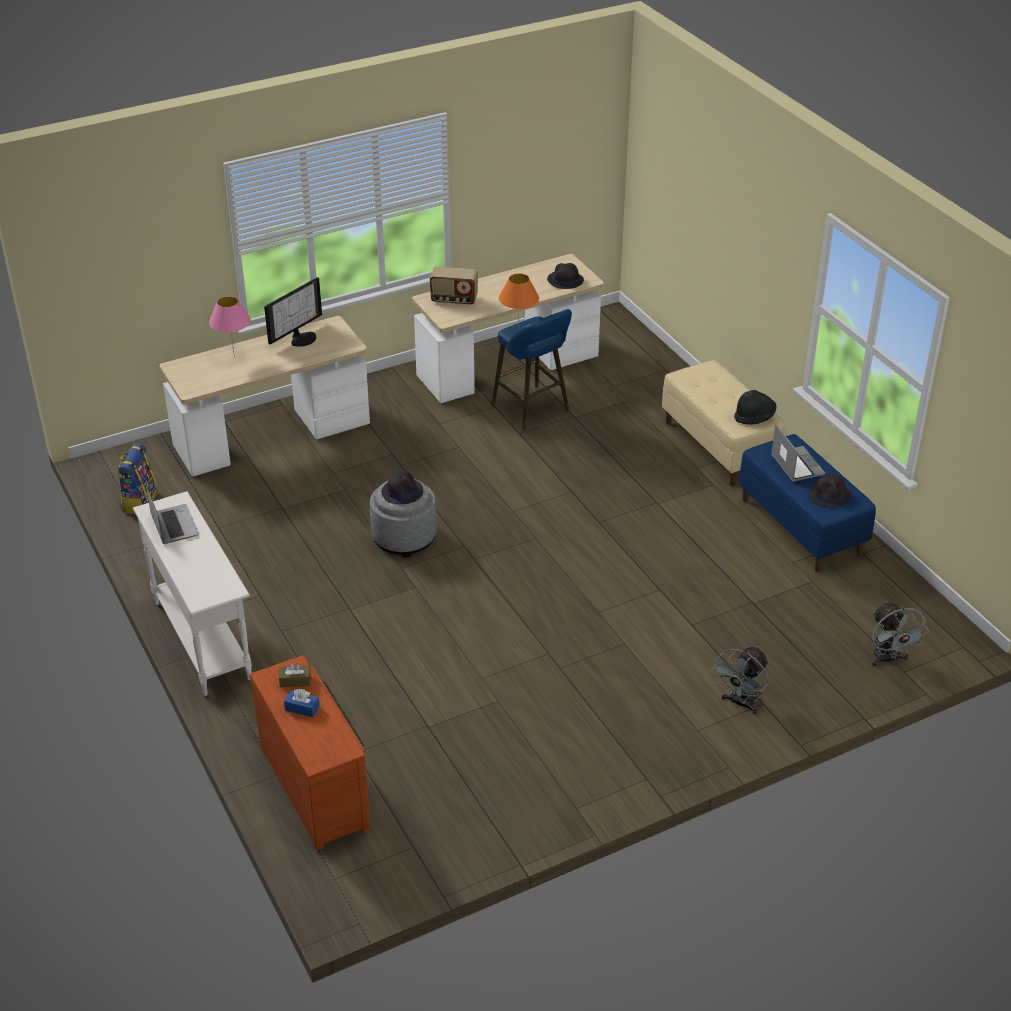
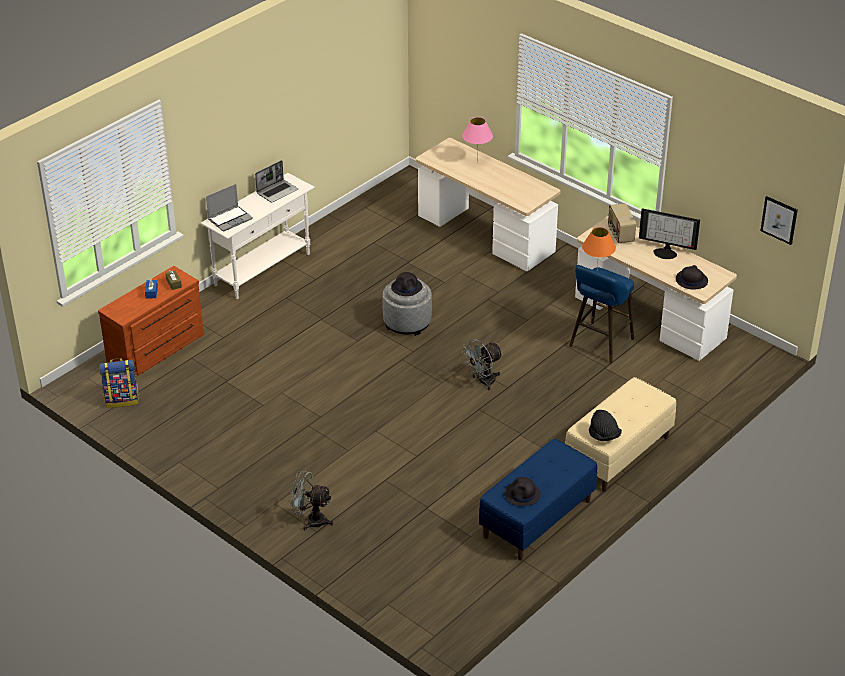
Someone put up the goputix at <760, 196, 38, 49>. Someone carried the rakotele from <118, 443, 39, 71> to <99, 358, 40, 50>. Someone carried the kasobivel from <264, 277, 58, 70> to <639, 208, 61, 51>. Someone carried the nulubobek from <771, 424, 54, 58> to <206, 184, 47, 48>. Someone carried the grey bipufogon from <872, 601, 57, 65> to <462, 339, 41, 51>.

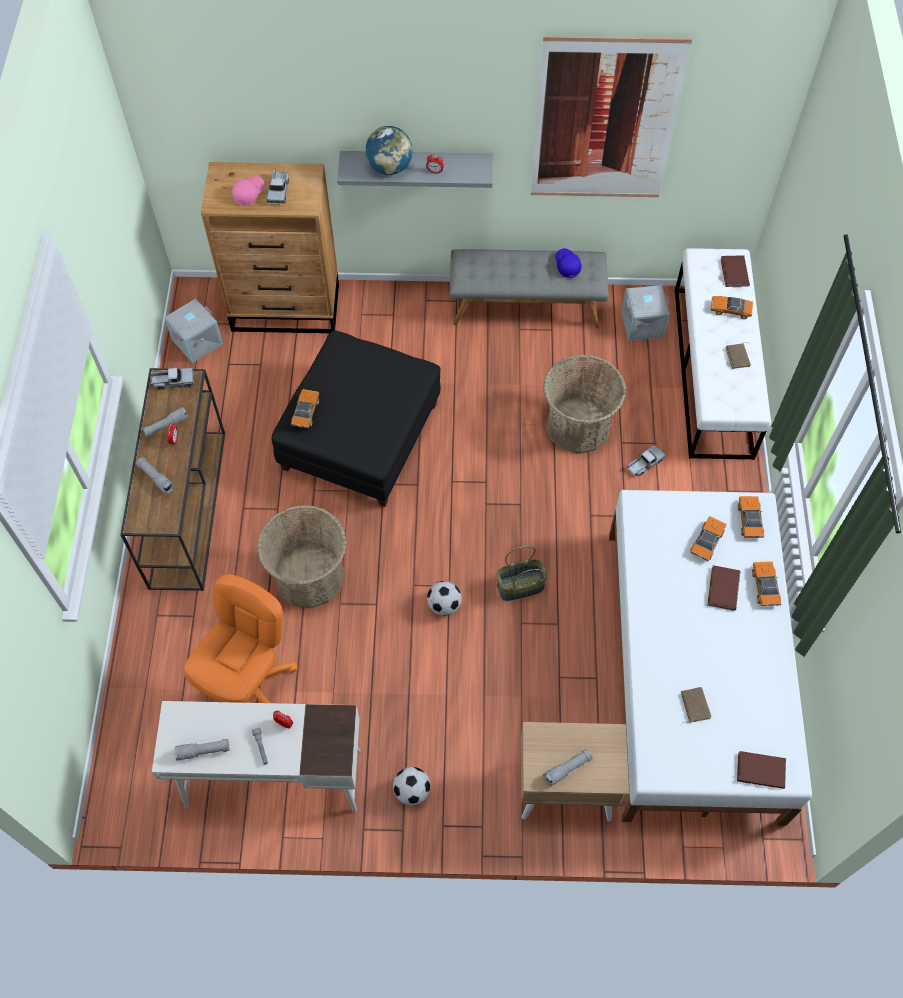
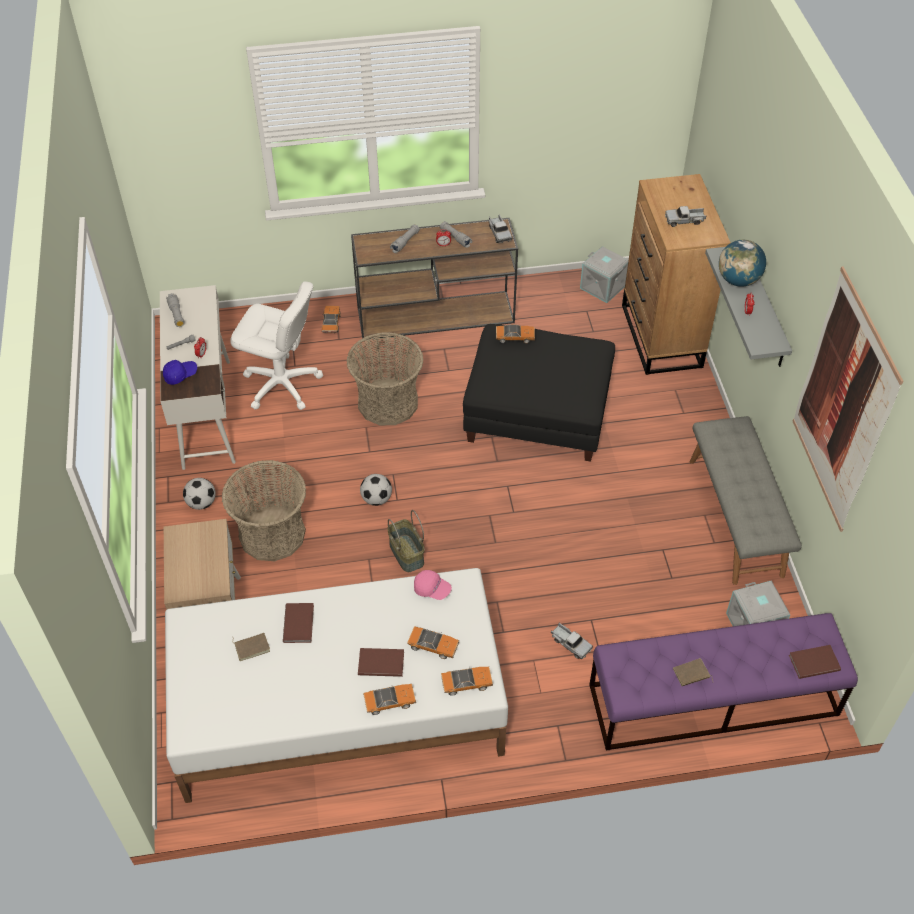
Someone took away the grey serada at <543, 749, 50, 37>. Someone carried the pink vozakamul from <232, 176, 33, 30> to <414, 570, 38, 30>. Someone carried the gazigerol from <543, 355, 83, 99> to <222, 460, 84, 101>. Someone carried the blue vozakamul from <555, 248, 26, 30> to <163, 360, 34, 25>. Someone carried the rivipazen from <711, 296, 42, 23> to <322, 306, 19, 27>. Someone carried the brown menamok from <737, 751, 49, 38> to <283, 603, 31, 40>. Someone repainted the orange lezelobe at <184, 574, 114, 129>, which became the white lezelobe at <230, 281, 93, 129>. Someone repainted the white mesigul at <675, 248, 96, 212>, which became the purple mesigul at <589, 613, 269, 138>.

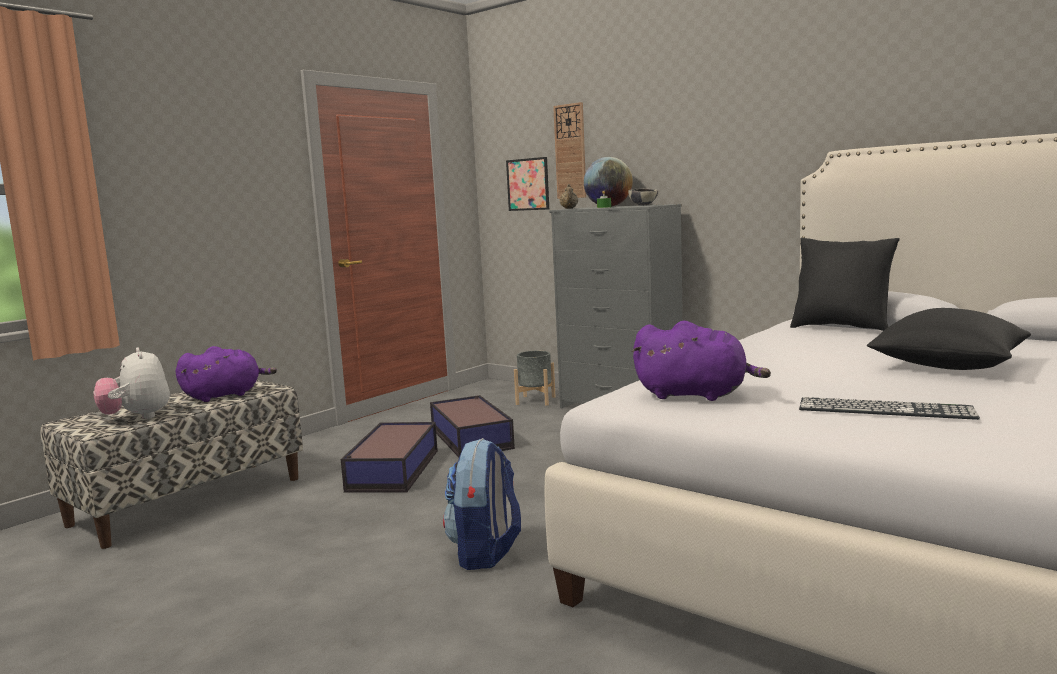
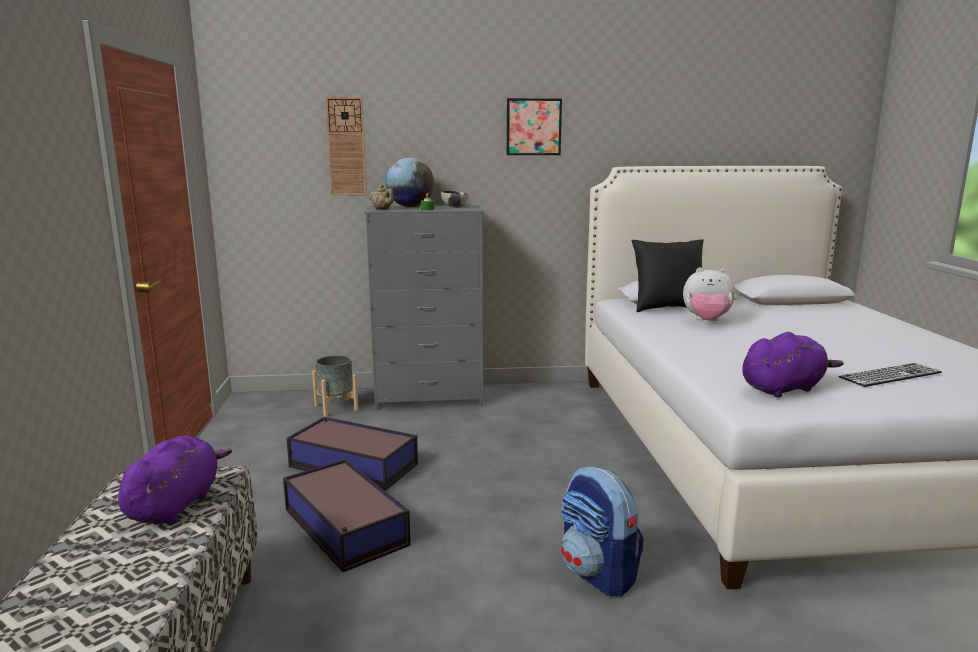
Someone took away the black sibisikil at <867, 308, 164, 62>. Someone carried the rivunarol from <93, 348, 77, 71> to <683, 267, 52, 54>. Someone carried the goputix from <506, 157, 43, 54> to <507, 98, 55, 57>.

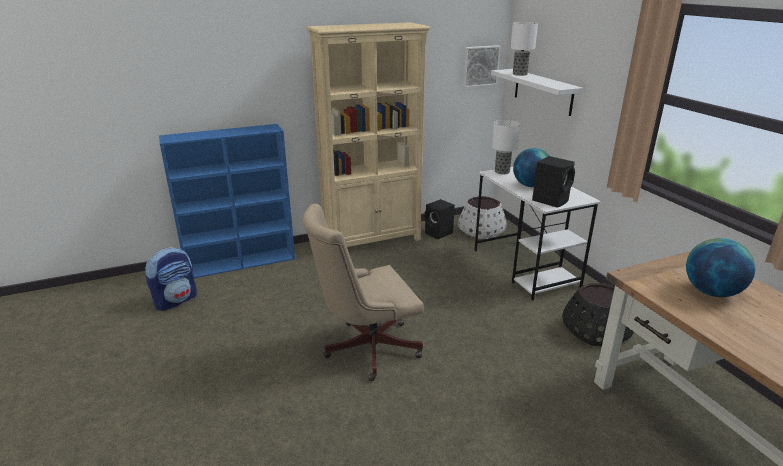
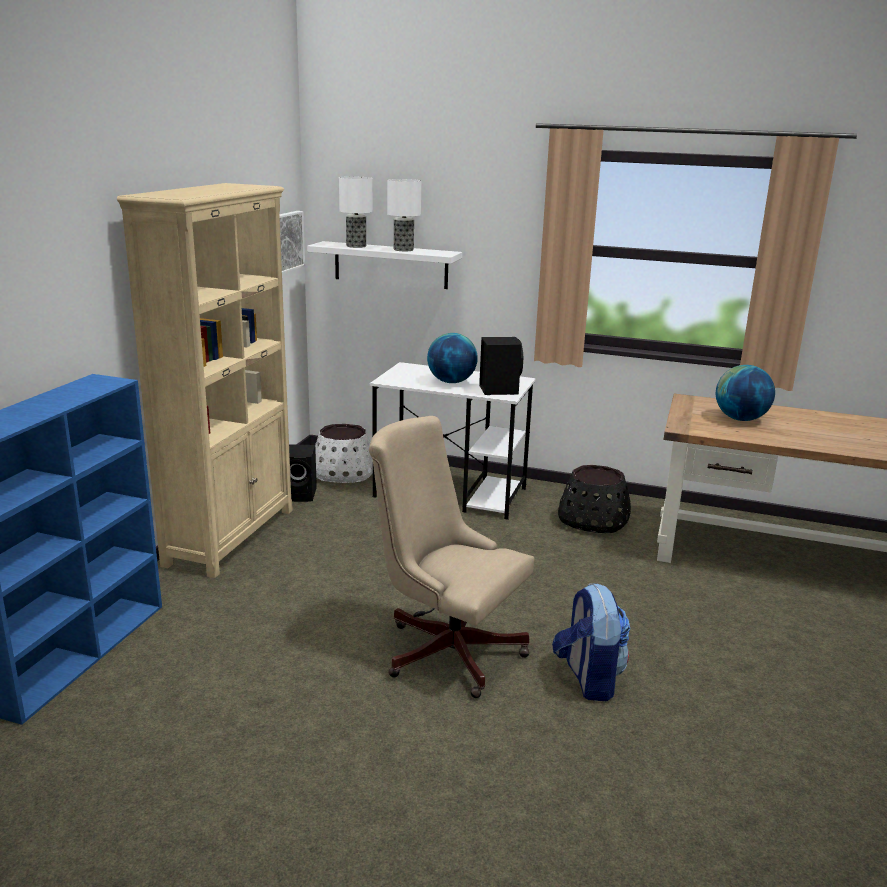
Someone carried the rakotele from <145, 247, 52, 64> to <552, 583, 78, 118>. Someone carried the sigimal from <492, 120, 28, 54> to <387, 179, 34, 72>. Someone rotated the beige lezelobe at <303, 204, 121, 177> by 105 degrees clockwise.

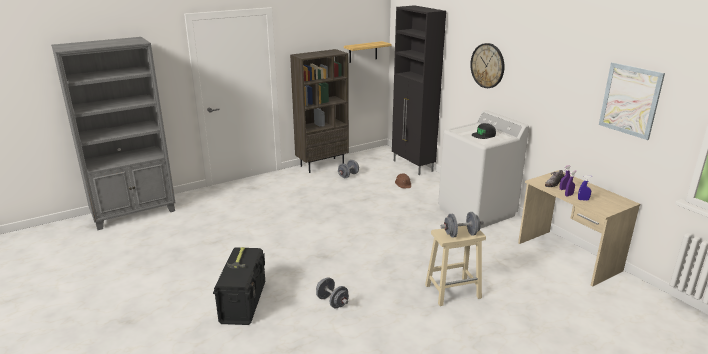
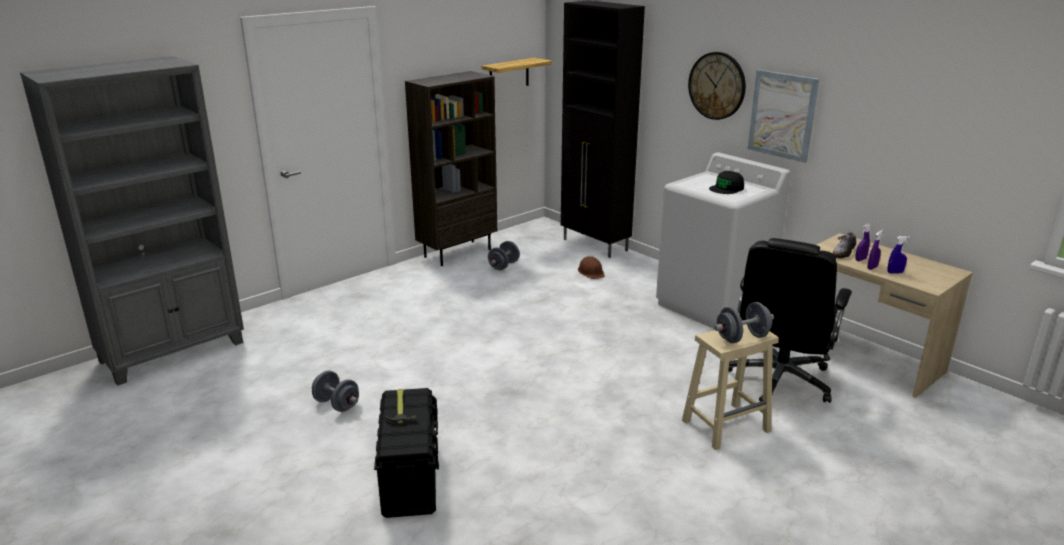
Someone put down the black lezelobe at <728, 238, 124, 165>. Someone carried the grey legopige from <316, 277, 33, 31> to <312, 370, 47, 42>. Someone carried the goputix from <599, 62, 66, 78> to <748, 70, 71, 93>.

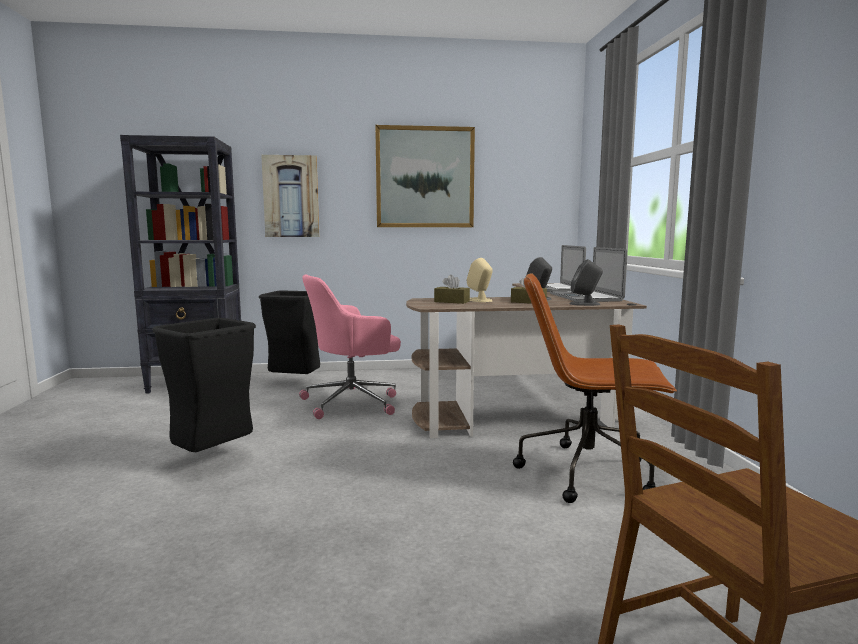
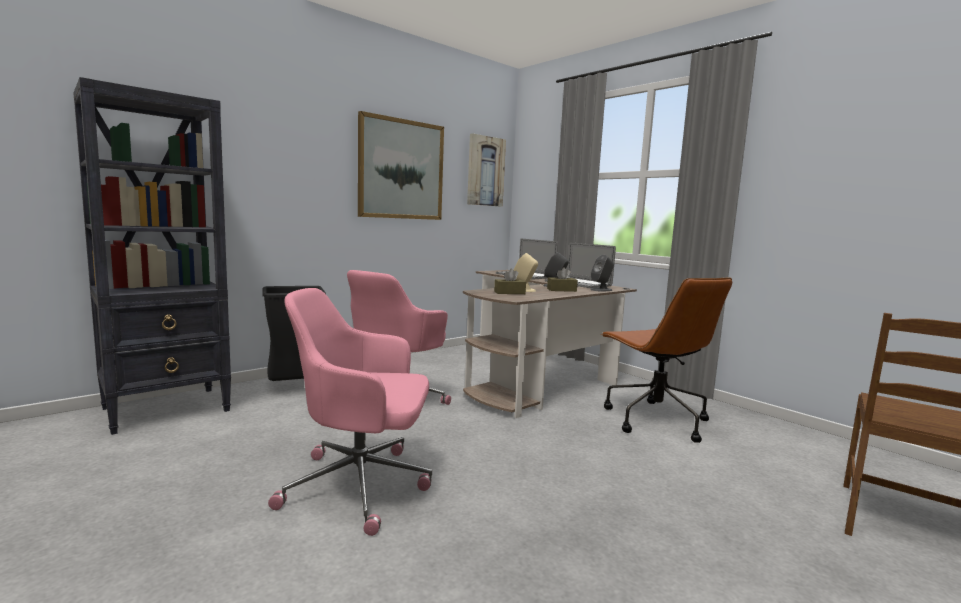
Someone carried the goputix from <261, 155, 58, 82> to <467, 133, 39, 74>. Someone swapped the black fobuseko at <152, 318, 104, 134> for the pink lezelobe at <268, 288, 164, 248>. Someone rotated the brown lezelobe at <513, 273, 164, 230> by 90 degrees counterclockwise.

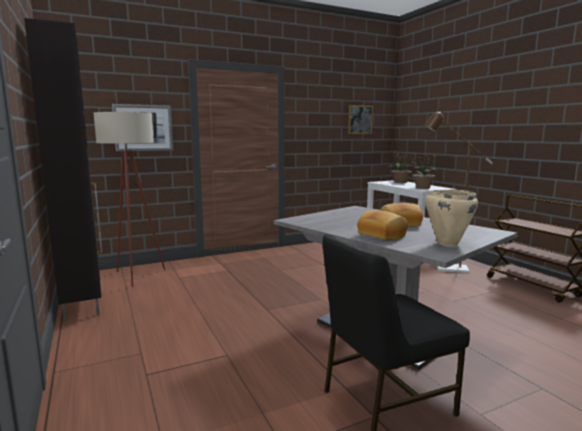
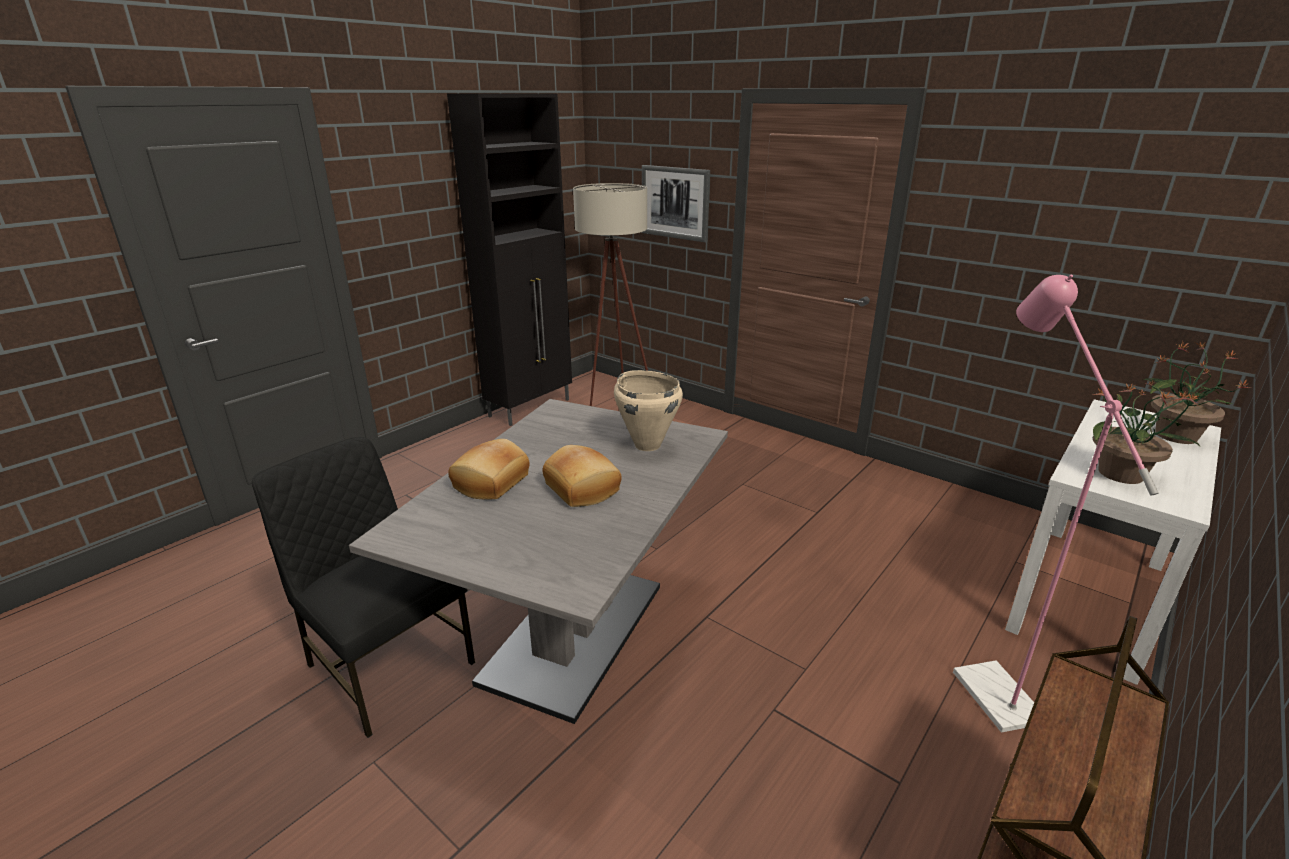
Someone took away the goputix at <348, 105, 25, 29>. Someone carried the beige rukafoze from <425, 190, 53, 56> to <614, 370, 69, 81>. Someone repainted the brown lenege at <425, 111, 68, 162>, which became the pink lenege at <953, 275, 206, 458>.

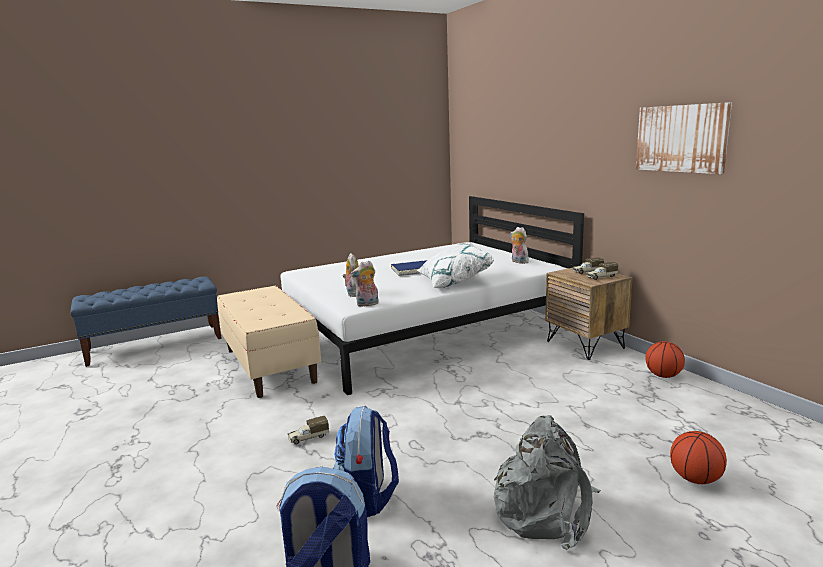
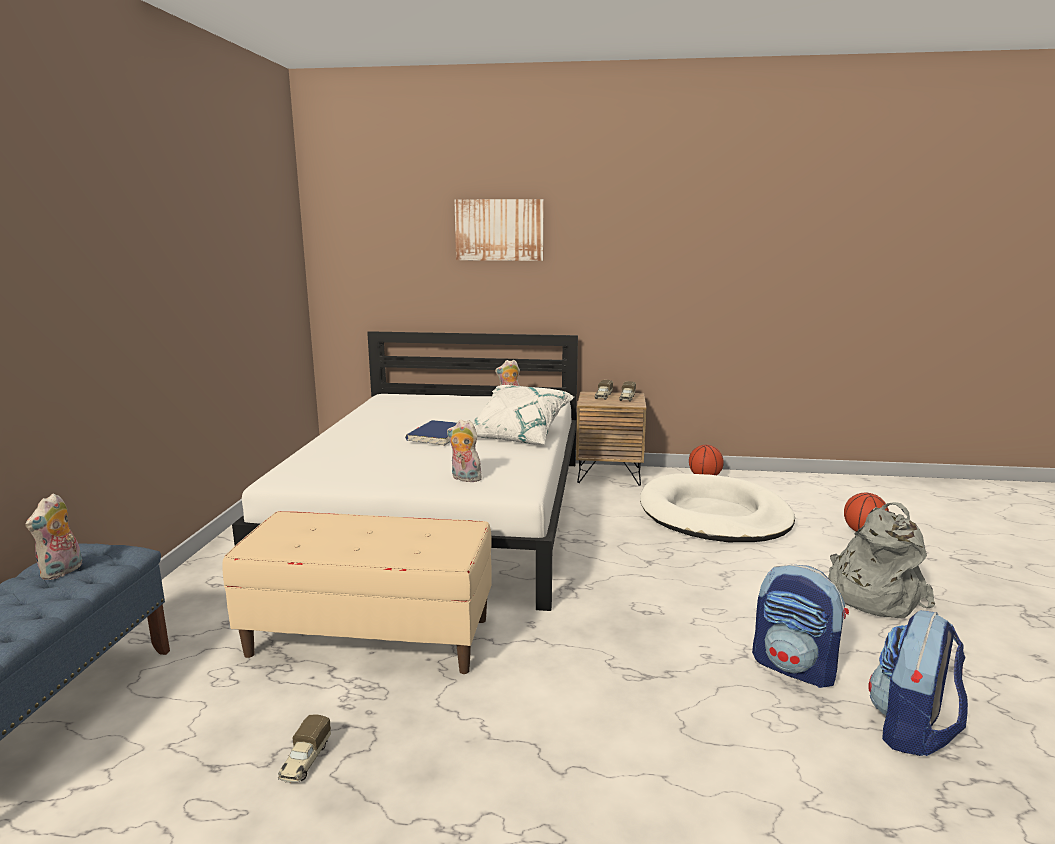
Someone put down the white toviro at <640, 473, 155, 69>. Someone carried the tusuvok from <288, 416, 41, 28> to <278, 715, 53, 68>. Someone carried the rivunarol from <351, 260, 28, 47> to <25, 494, 57, 86>. Someone carried the goputix from <636, 102, 96, 72> to <454, 199, 90, 62>.

